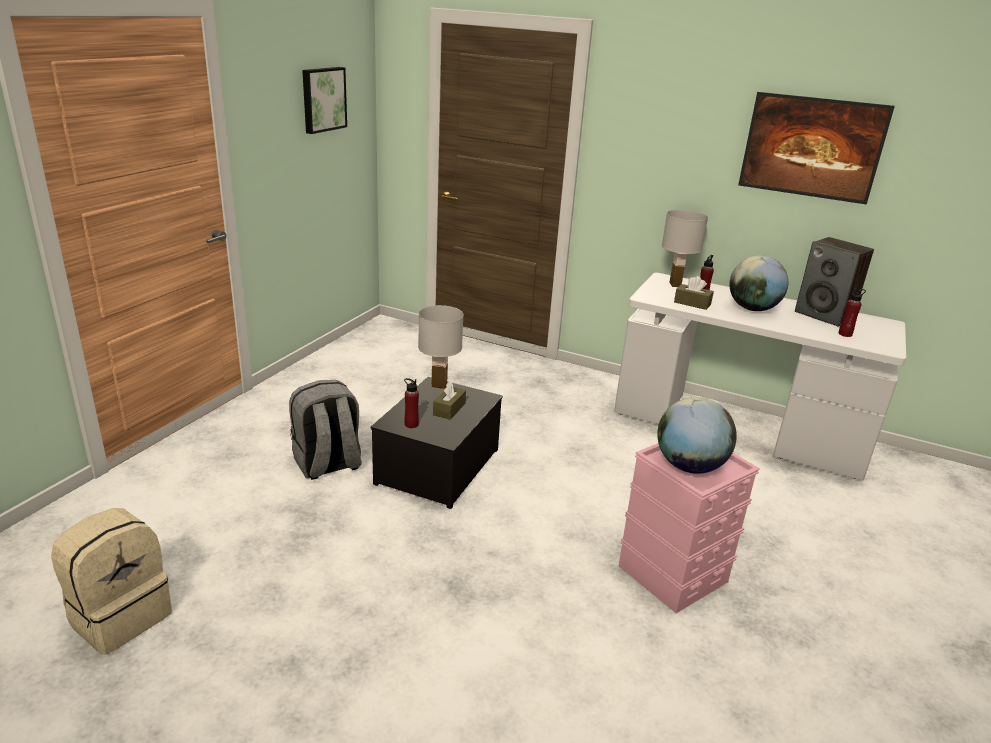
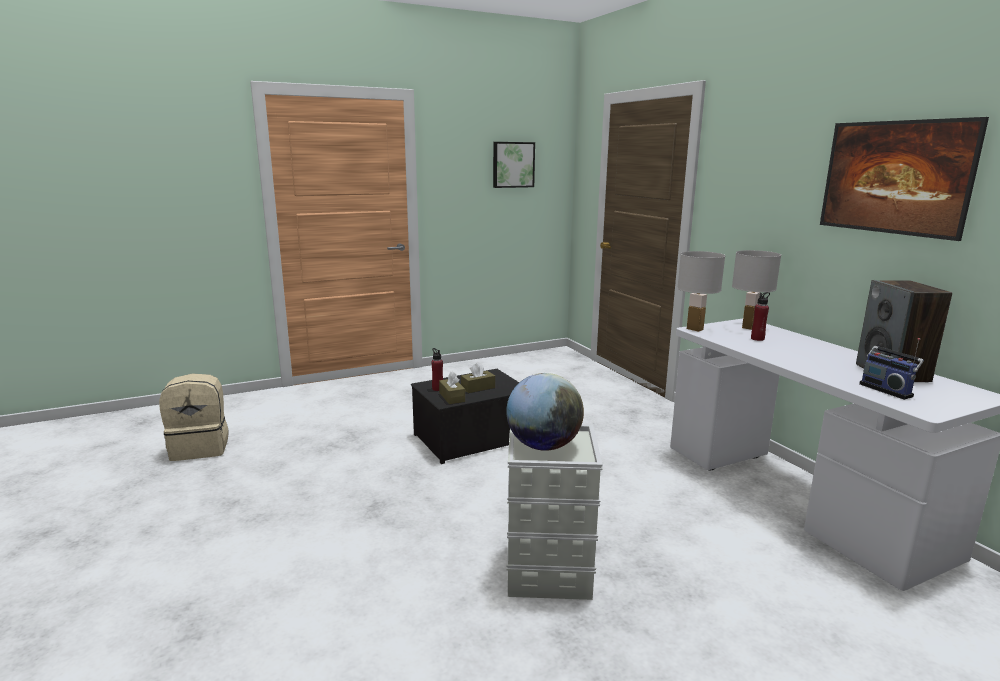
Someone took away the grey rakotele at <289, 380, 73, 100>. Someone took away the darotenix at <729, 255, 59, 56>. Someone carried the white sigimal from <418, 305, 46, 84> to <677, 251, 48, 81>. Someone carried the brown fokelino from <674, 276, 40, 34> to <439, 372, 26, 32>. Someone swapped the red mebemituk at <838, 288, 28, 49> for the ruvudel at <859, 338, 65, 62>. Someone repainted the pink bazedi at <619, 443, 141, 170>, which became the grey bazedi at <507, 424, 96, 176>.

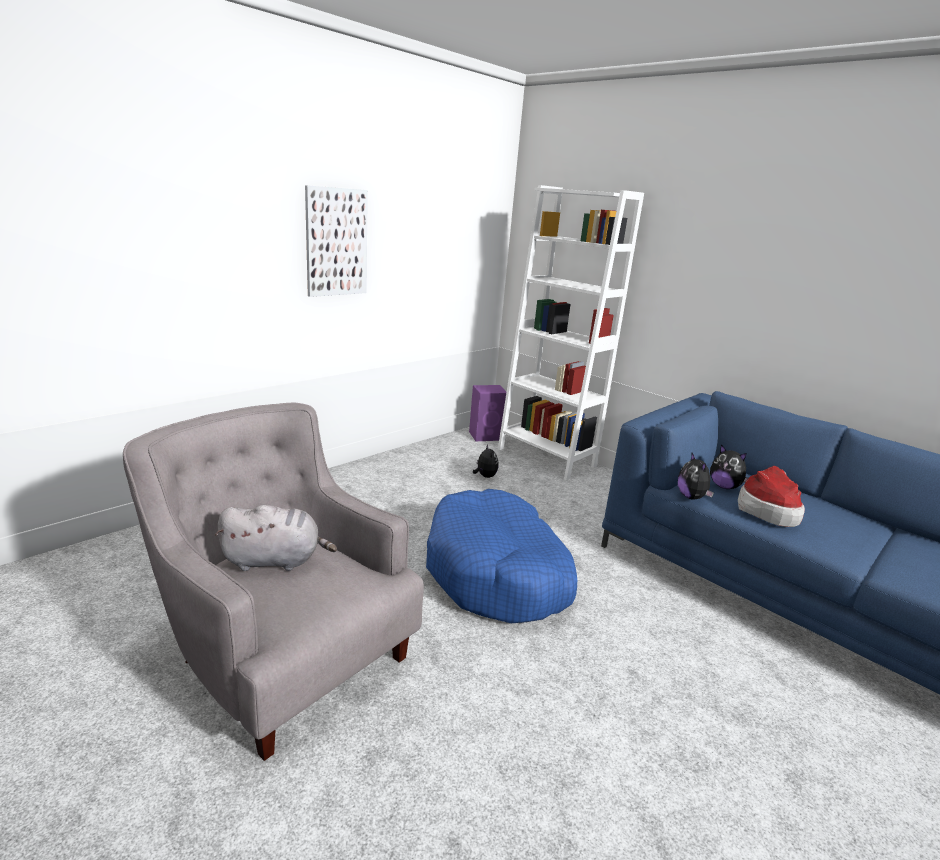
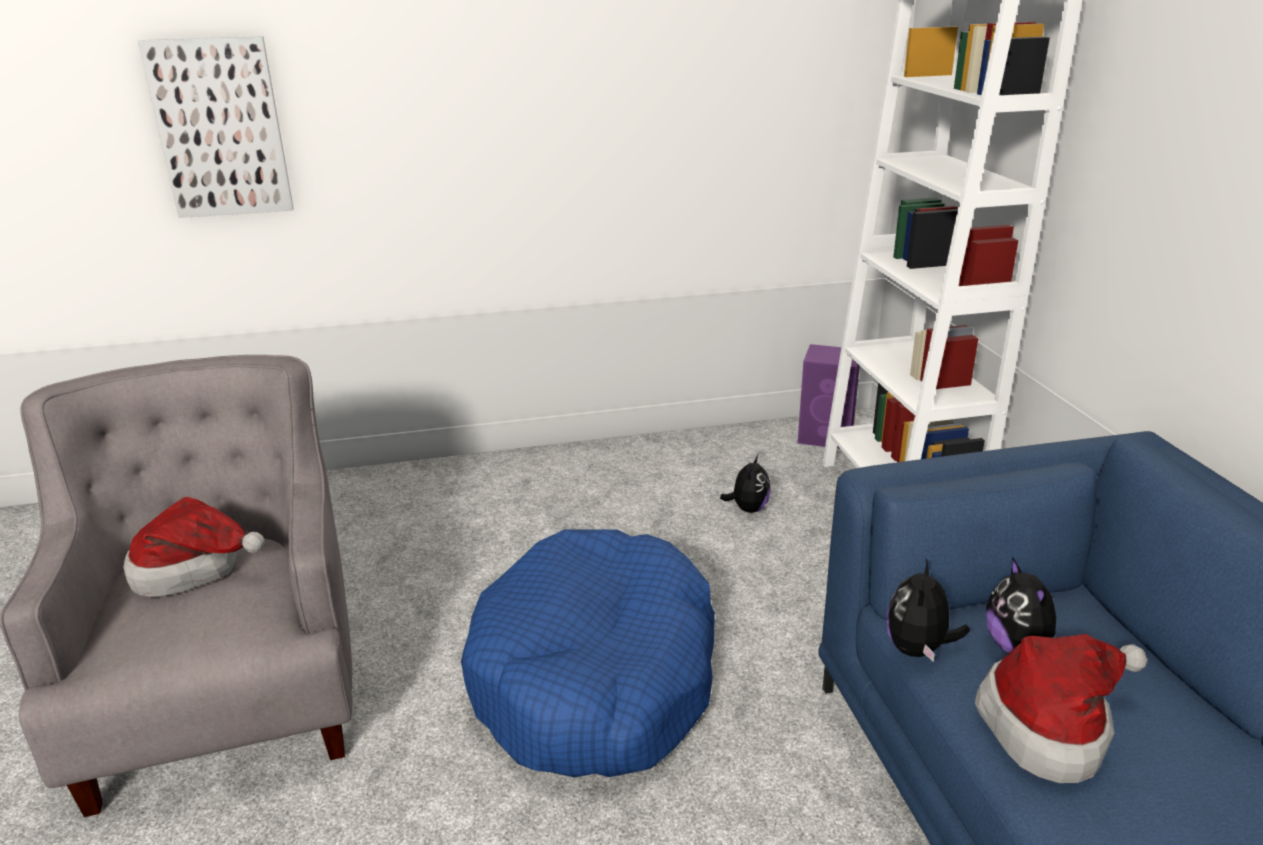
Someone carried the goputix from <305, 185, 63, 112> to <138, 36, 156, 182>. Someone swapped the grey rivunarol at <215, 505, 122, 66> for the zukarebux at <123, 497, 142, 101>.

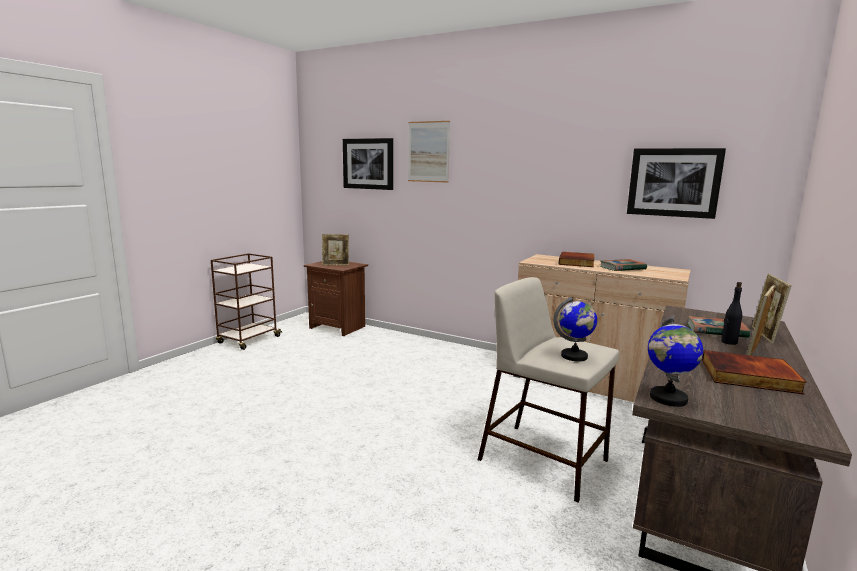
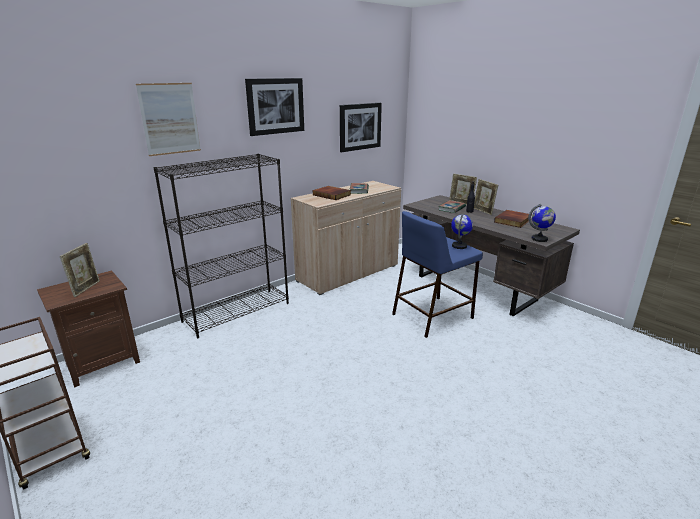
Someone put down the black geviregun at <154, 154, 135, 185>. Someone carried the goputix from <343, 138, 50, 52> to <245, 78, 59, 58>. Someone repainted the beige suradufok at <478, 277, 141, 225>, which became the blue suradufok at <392, 211, 91, 127>.

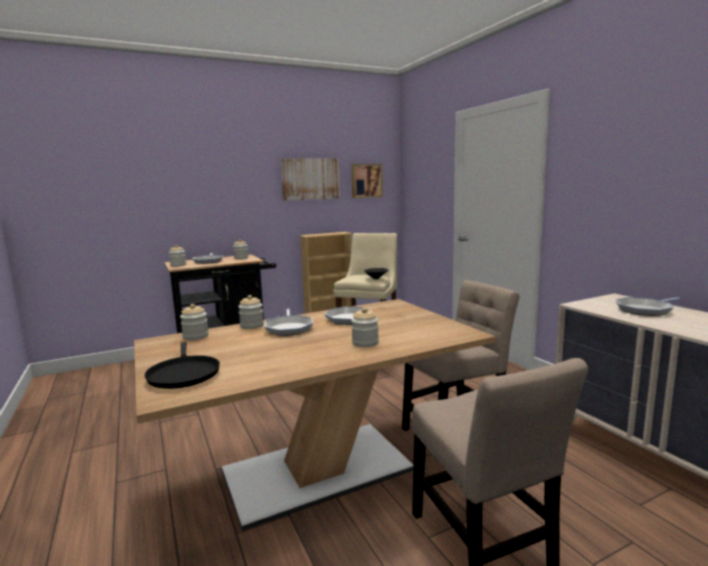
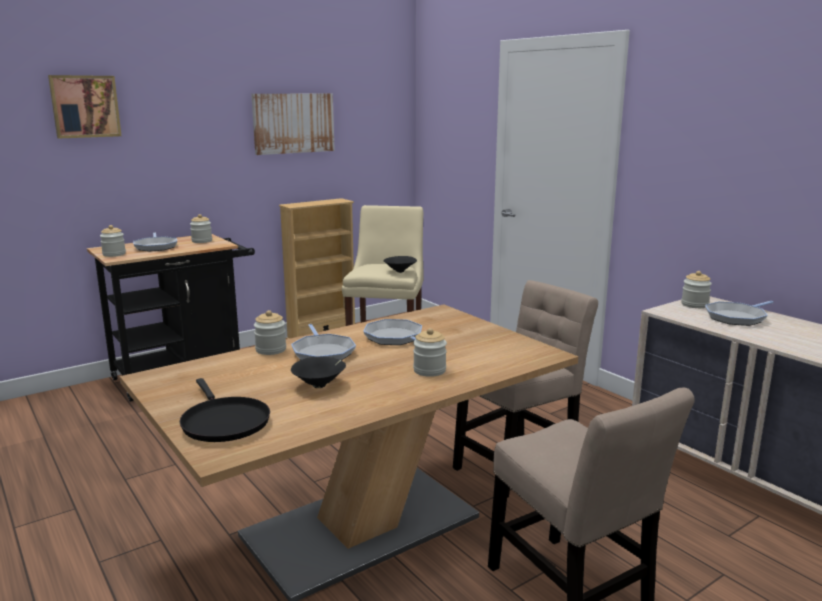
Someone put down the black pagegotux at <291, 356, 55, 32>. Someone carried the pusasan from <180, 304, 29, 36> to <681, 271, 31, 37>. Someone carried the goputix from <351, 164, 32, 34> to <48, 75, 74, 63>.

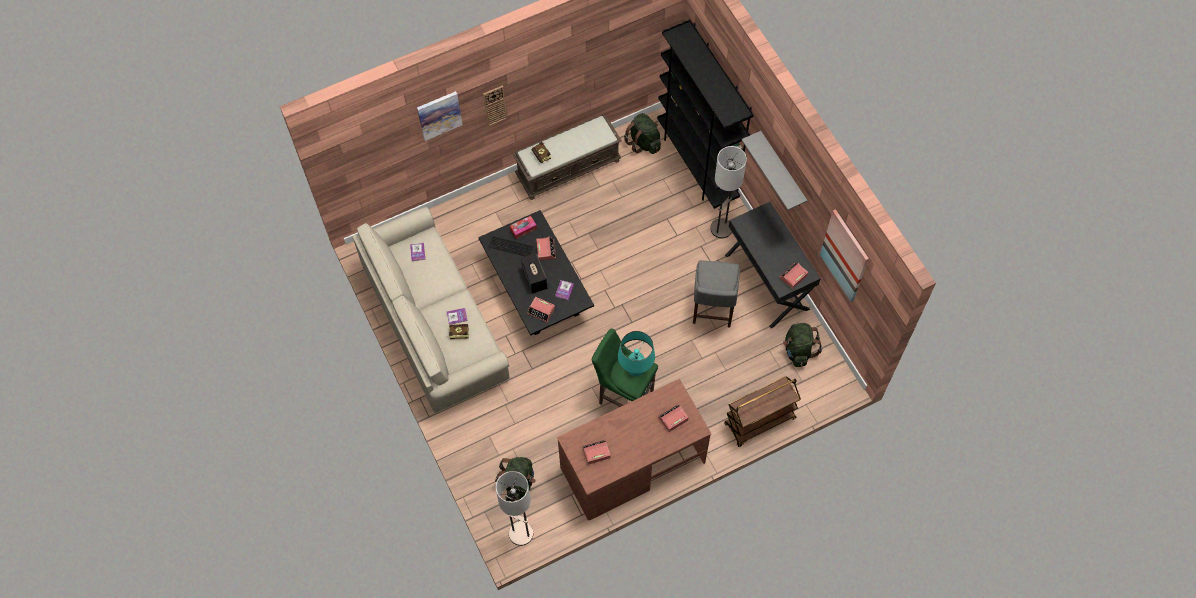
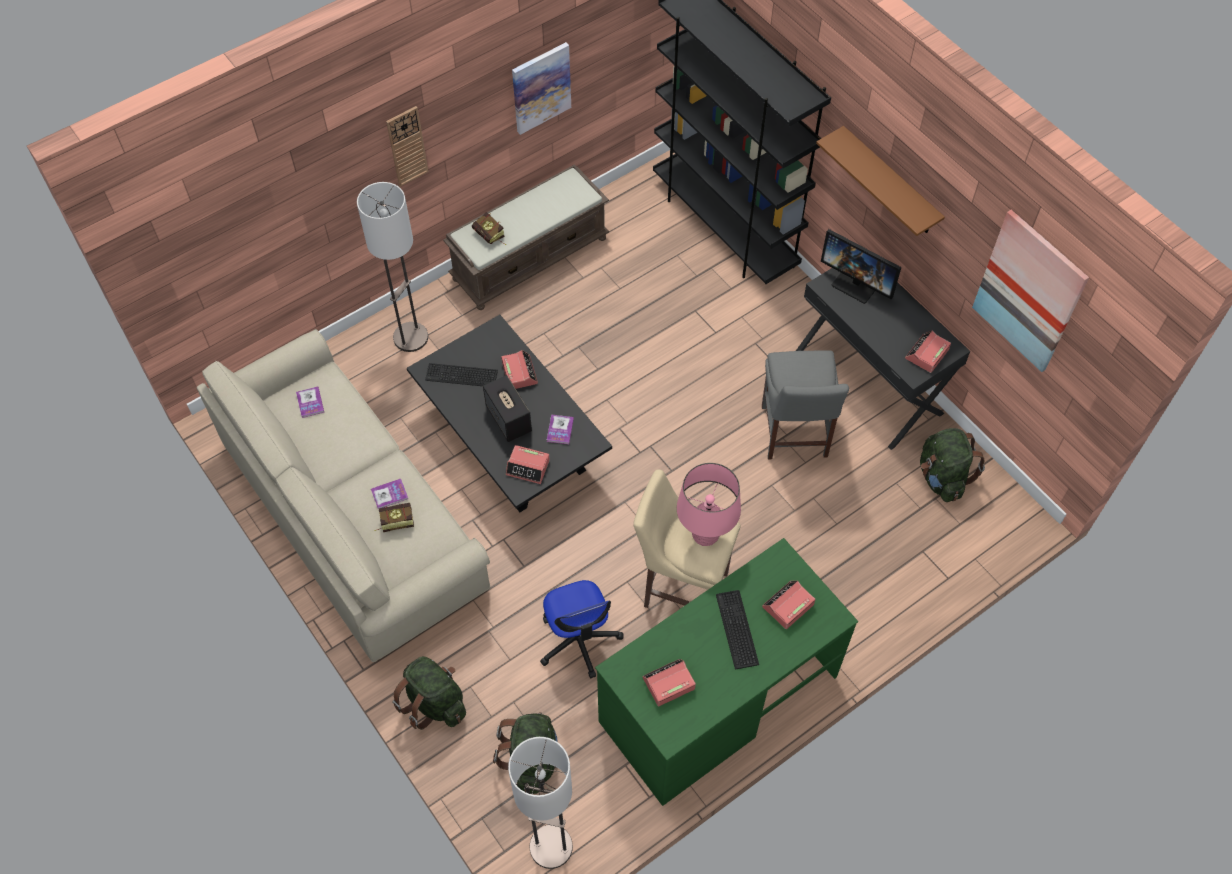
Someone took away the fokelino at <510, 216, 27, 23>. Someone took away the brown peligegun at <724, 376, 77, 71>. Someone put down the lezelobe at <540, 580, 84, 98>. Someone put down the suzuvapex at <716, 590, 43, 80>. Someone put down the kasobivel at <821, 229, 80, 75>. Someone carried the goputix from <417, 91, 45, 50> to <512, 42, 59, 93>. Someone carried the green rakotele from <624, 113, 37, 41> to <392, 656, 74, 74>. Someone carried the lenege from <710, 146, 37, 92> to <357, 182, 71, 170>. Someone repainted the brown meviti at <557, 379, 154, 142>, which became the green meviti at <595, 538, 263, 268>. Someone repainted the green suradufok at <592, 328, 66, 79>, which became the beige suradufok at <633, 469, 108, 139>. Someone repainted the turquoise sigimal at <618, 331, 37, 45>, which became the pink sigimal at <677, 463, 64, 83>. Someone repainted the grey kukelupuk at <742, 131, 66, 79>, which became the brown kukelupuk at <816, 126, 129, 110>.

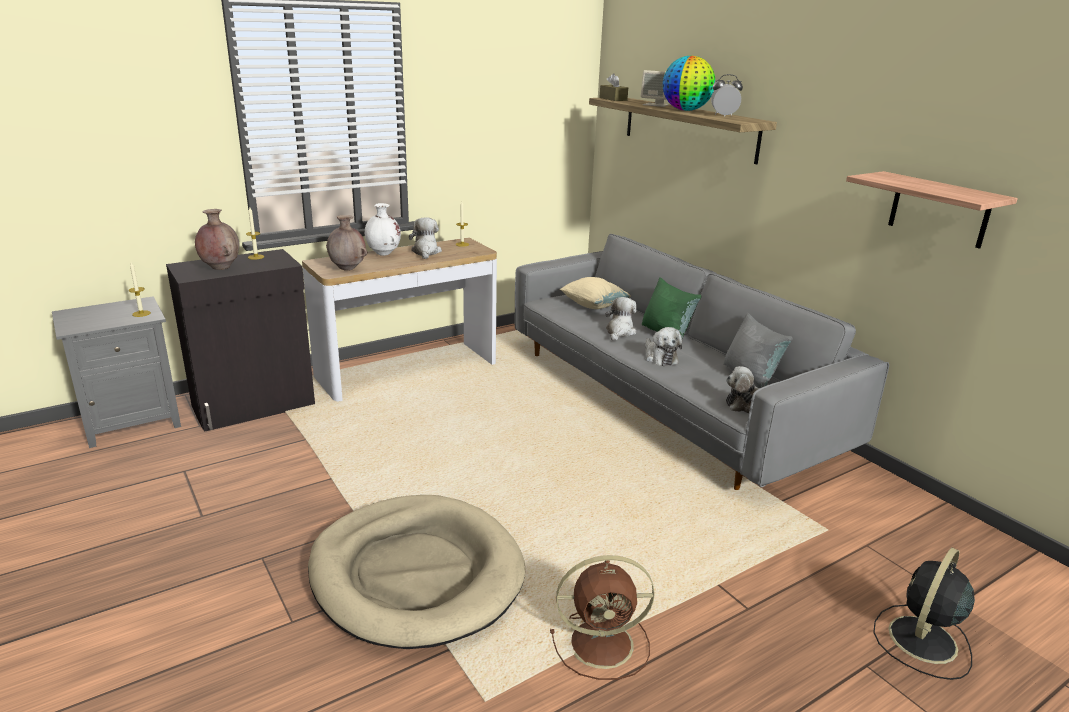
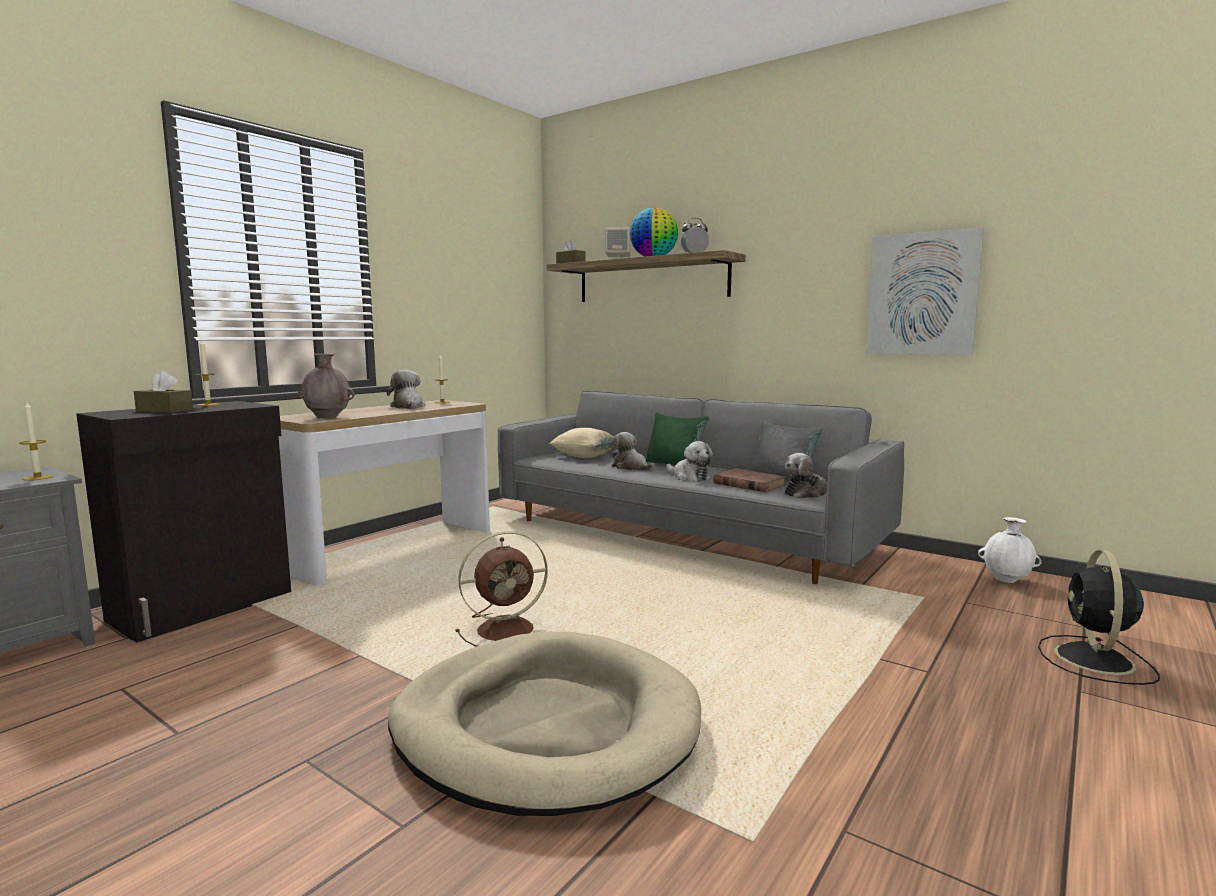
Someone put down the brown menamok at <713, 469, 74, 23>. Someone carried the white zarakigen from <365, 203, 36, 53> to <978, 517, 64, 66>. Someone carried the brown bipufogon from <550, 555, 105, 125> to <455, 531, 93, 116>. Someone swapped the brown zarakigen at <195, 209, 44, 61> for the brown fokelino at <134, 371, 59, 42>. Someone swapped the kukelupuk at <846, 171, 172, 78> for the goputix at <866, 227, 118, 128>. Someone rotated the rivunarol at <606, 297, 30, 44> by 45 degrees counterclockwise.

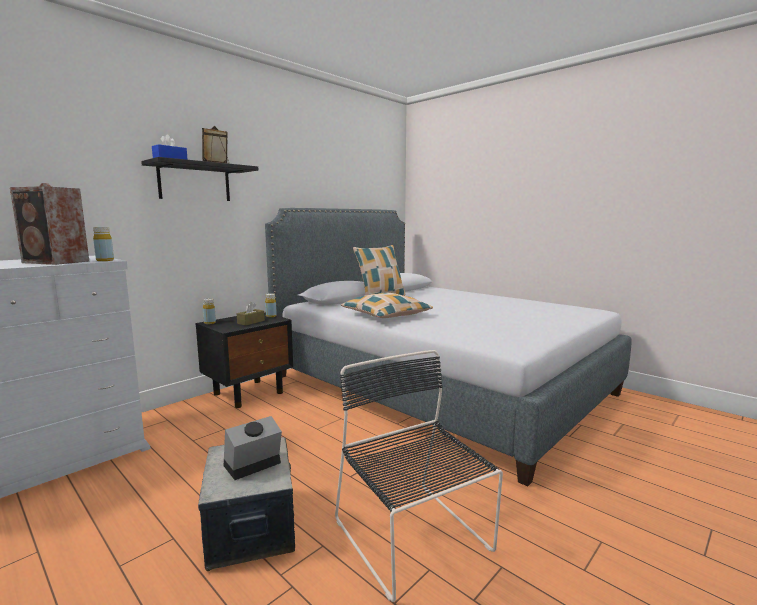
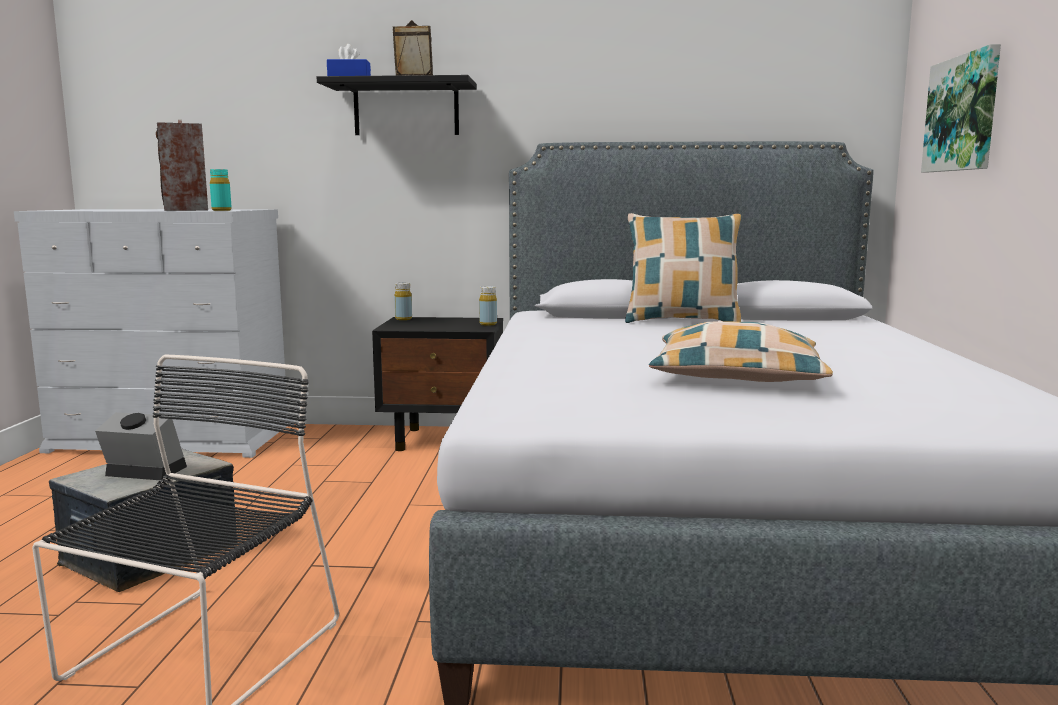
Someone took away the brown fokelino at <237, 302, 28, 24>. Someone put up the goputix at <921, 44, 80, 128>. Someone carried the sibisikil from <341, 293, 92, 25> to <649, 321, 184, 61>. Someone repainted the yellow mebemituk at <93, 227, 21, 34>, which became the turquoise mebemituk at <210, 169, 22, 42>.

